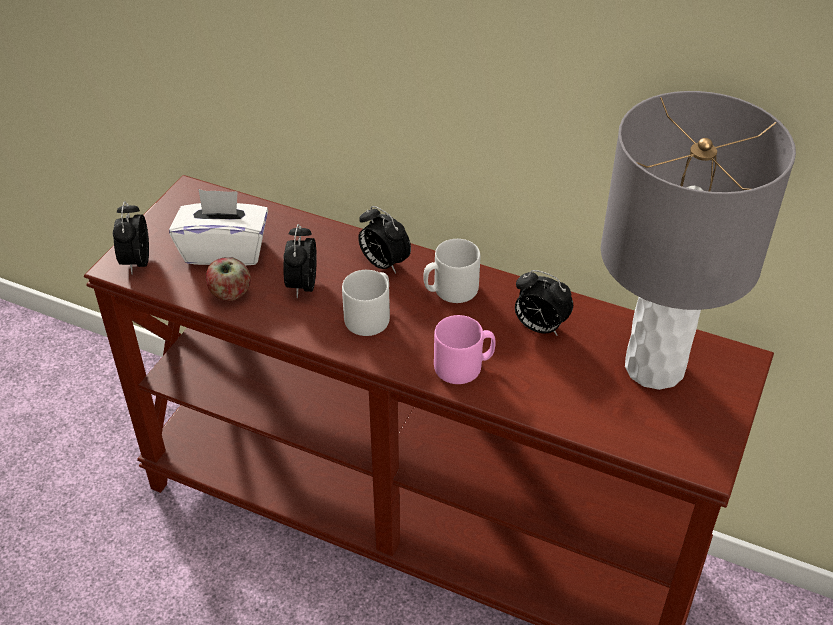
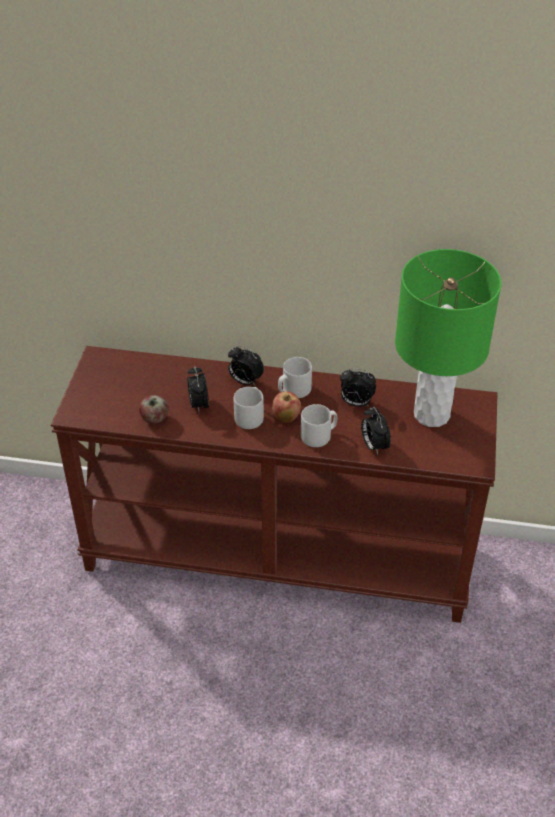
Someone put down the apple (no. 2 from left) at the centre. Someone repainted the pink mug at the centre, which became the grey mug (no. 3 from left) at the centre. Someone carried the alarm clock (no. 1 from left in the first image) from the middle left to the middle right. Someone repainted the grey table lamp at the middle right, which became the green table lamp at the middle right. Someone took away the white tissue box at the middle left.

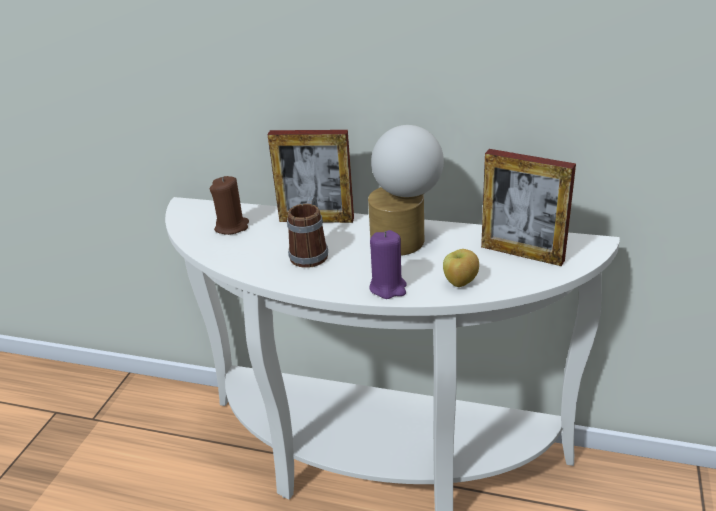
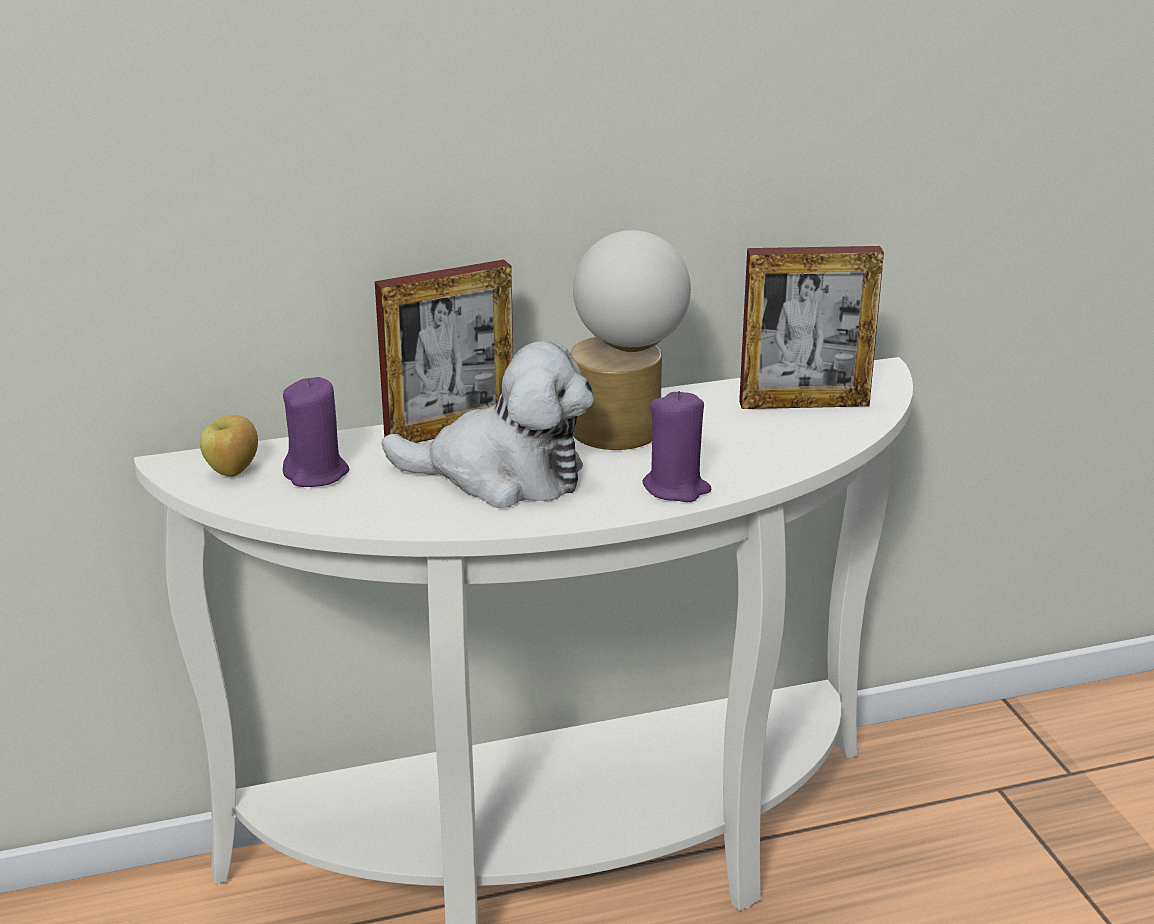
Someone carried the apple from the centre to the middle left. Someone repainted the brown candle at the middle left, which became the purple candle (no. 1 from left) at the middle left. Someone swapped the mug at the centre for the plush toy at the centre.

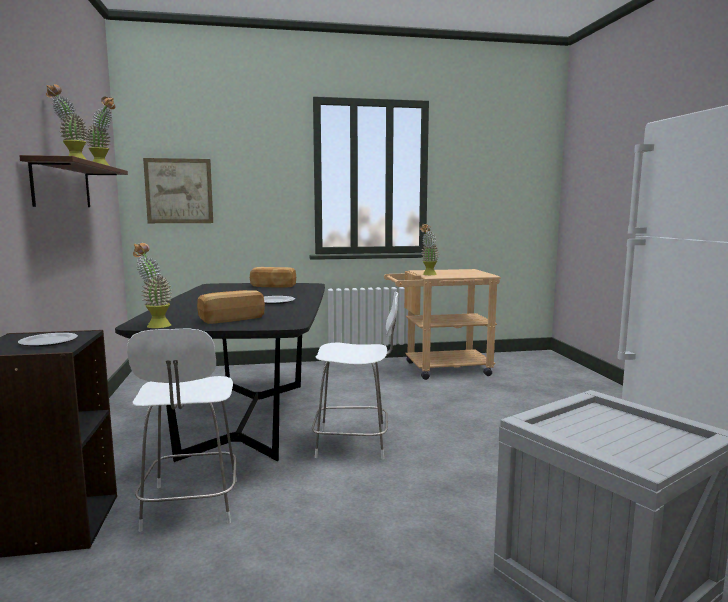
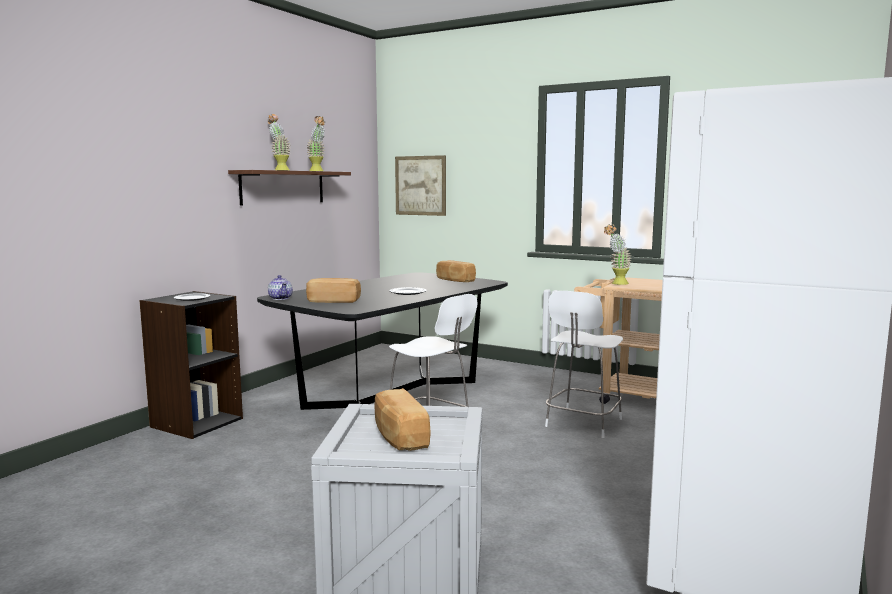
Someone swapped the potted plant (no. 3 from left) at the middle left for the teapot at the middle left. Someone put down the bread (no. 2 from left) at the bottom centre. Someone carried the white chair (no. 1 from left in the first image) from the bottom left to the centre.

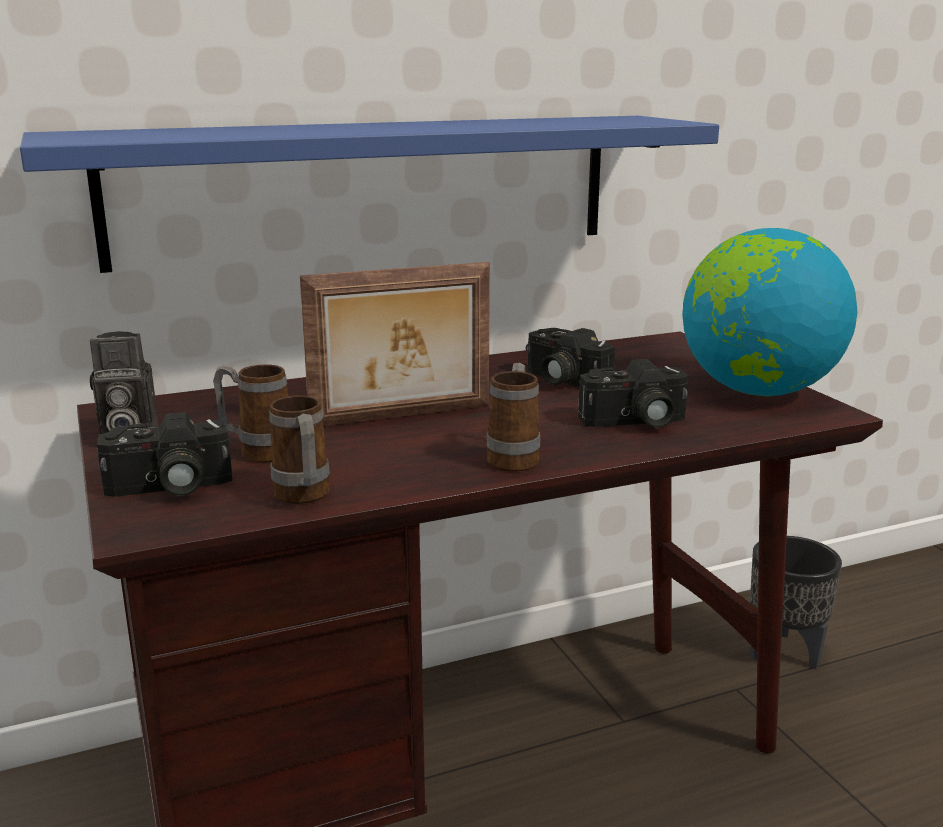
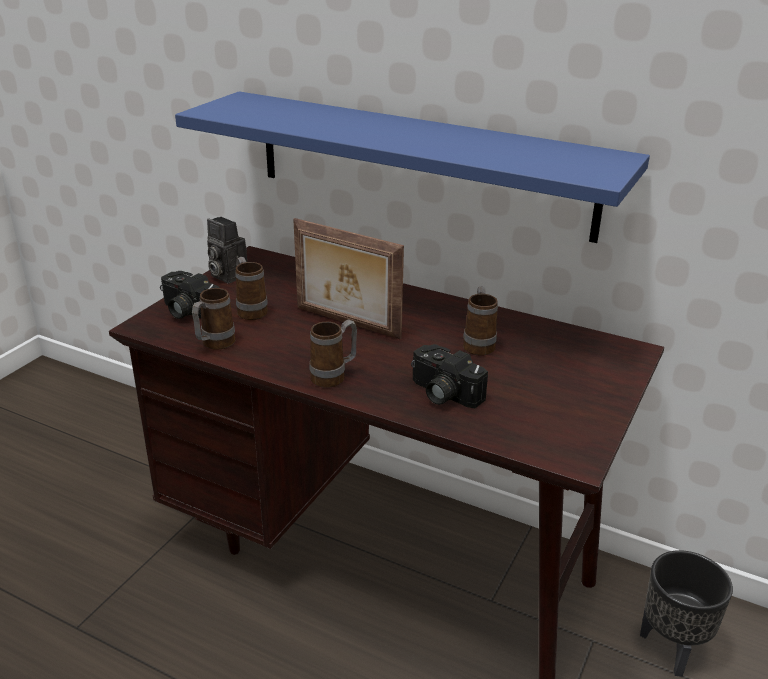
Someone swapped the photo camera (no. 3 from left) at the centre for the mug (no. 4 from left) at the centre. Someone took away the globe at the middle right.

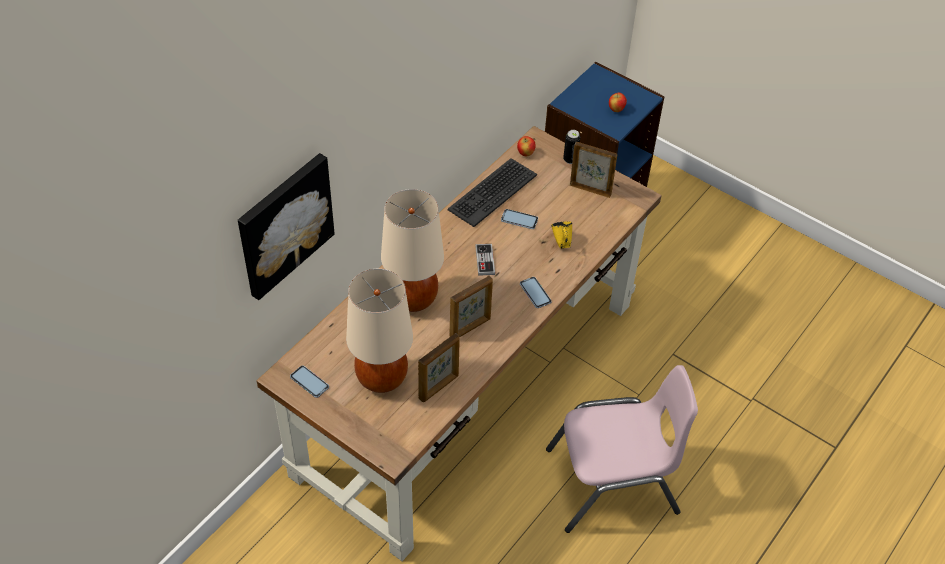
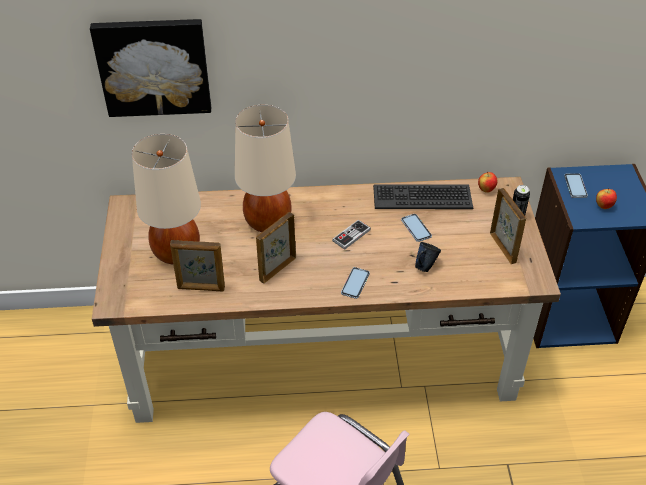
Someone rotated the picture frame (no. 2 from left) at the centre by 120 degrees clockwise. Someone repainted the yellow mug at the centre, which became the blue mug at the centre. Someone carried the phone (no. 1 from left in the first image) from the bottom left to the middle right.

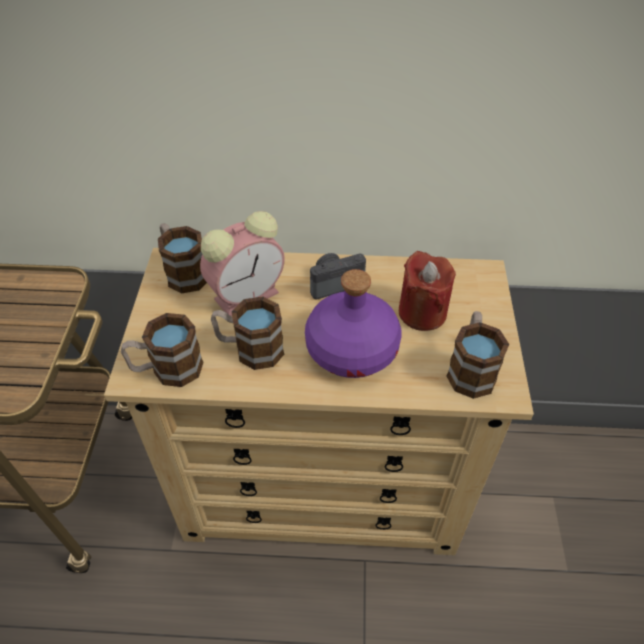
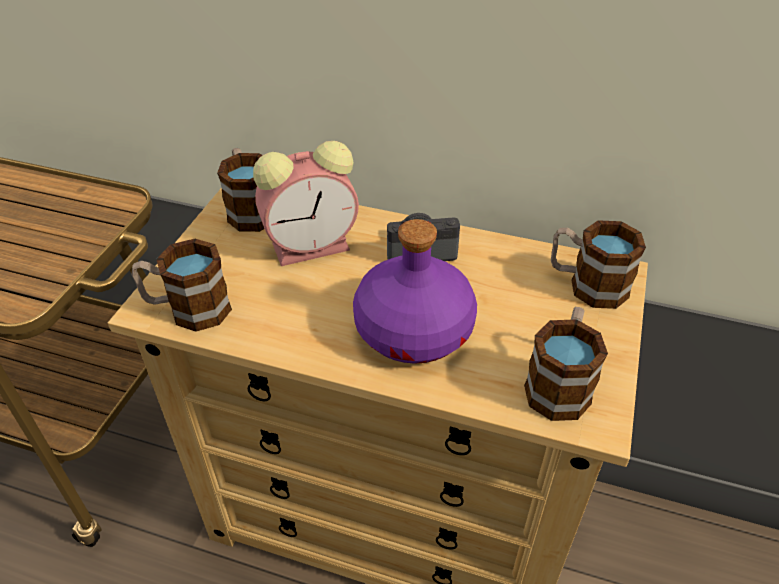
Someone carried the mug (no. 3 from left in the first image) from the centre to the middle right. Someone took away the red candle at the centre.

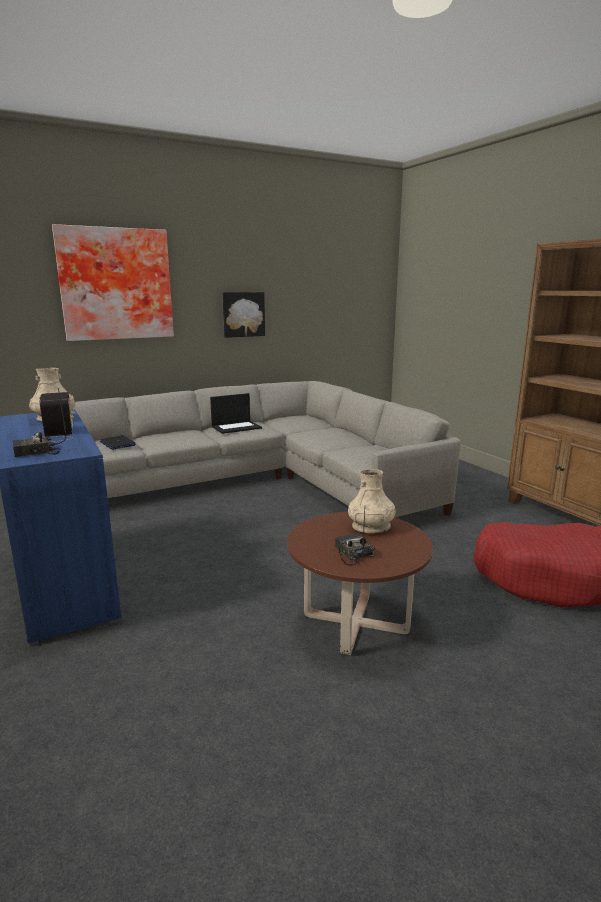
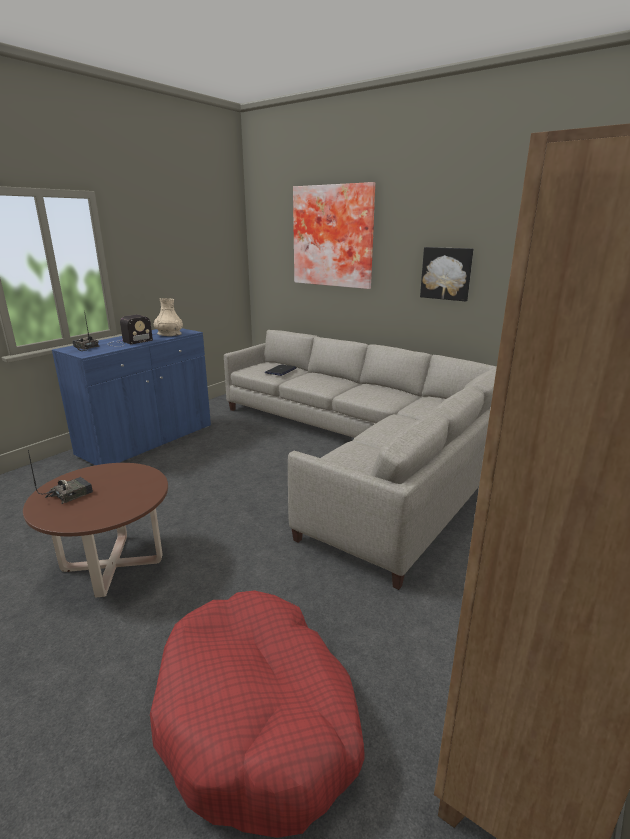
Someone took away the laptop (no. 2 from left) at the centre. Someone took away the beige vase (no. 2 from left) at the centre.

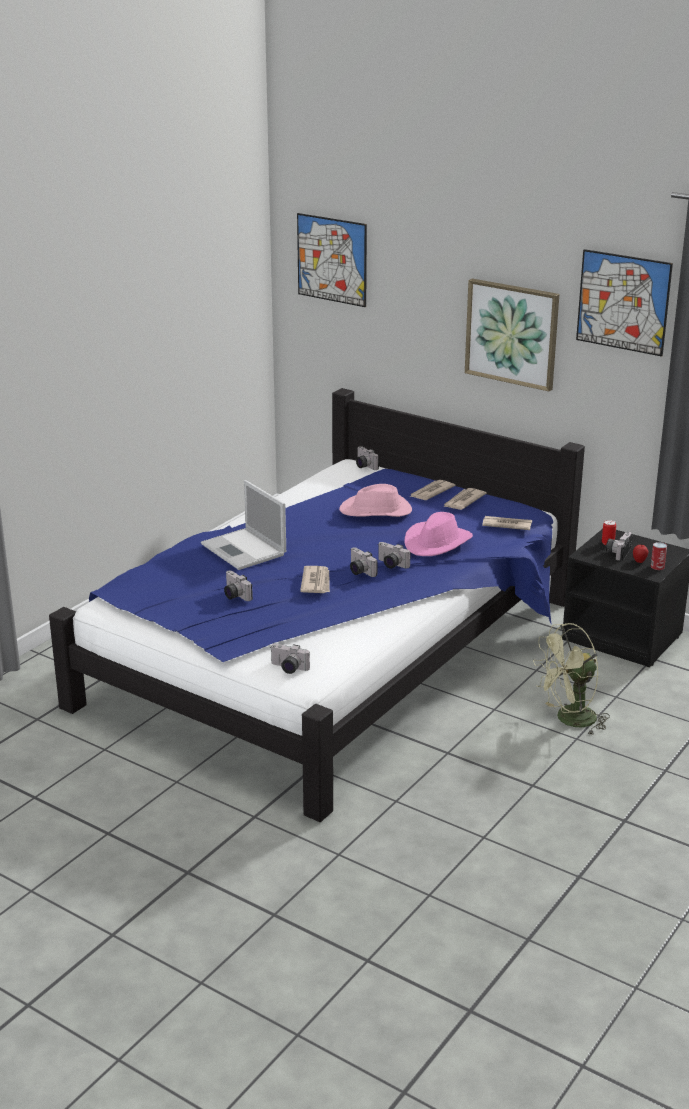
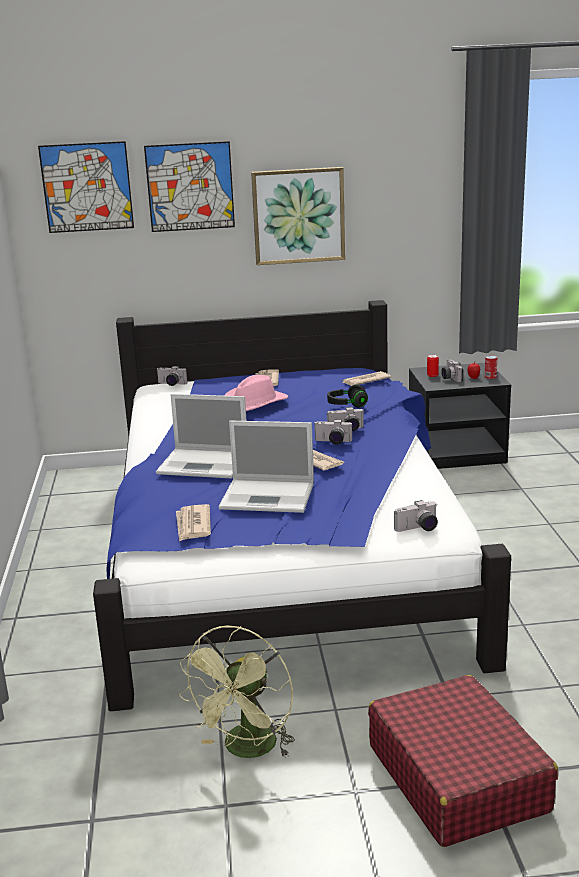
Someone carried the picture (no. 3 from left in the first image) from the top right to the top left. Someone carried the newspaper (no. 3 from left in the first image) from the middle right to the centre. Someone carried the green fan from the middle right to the bottom centre. Someone swapped the photo camera (no. 1 from left) at the centre for the laptop (no. 2 from left) at the centre. Someone swapped the pink hat (no. 2 from left) at the centre for the black headphones at the centre. Someone put down the red suitcase at the bottom right.

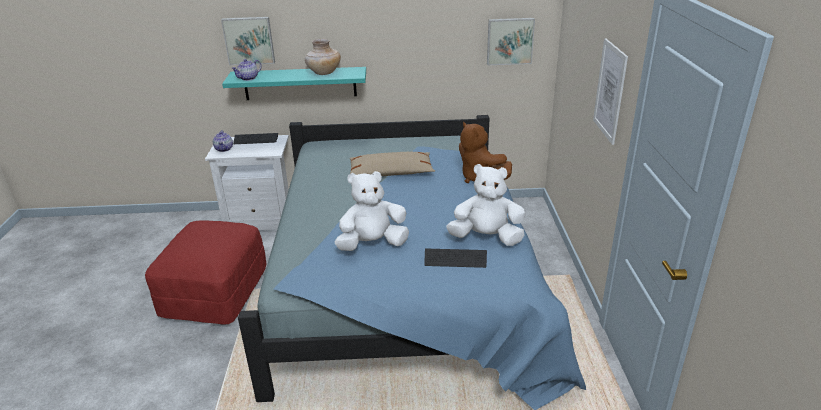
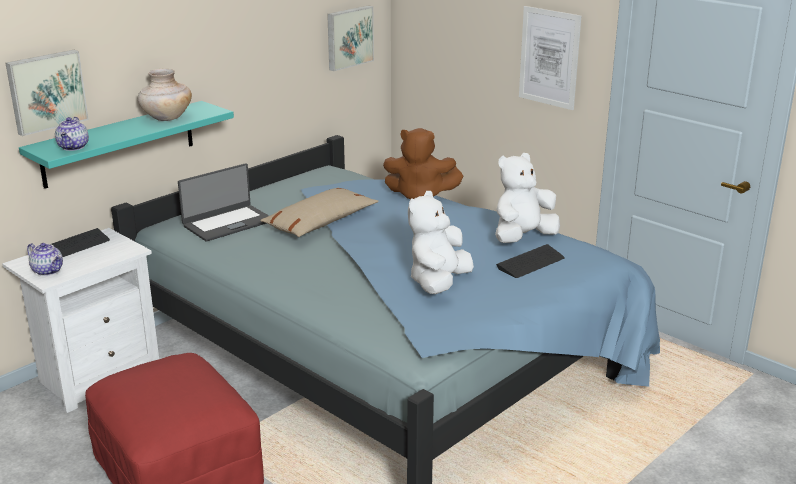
Someone put down the laptop at the middle left.

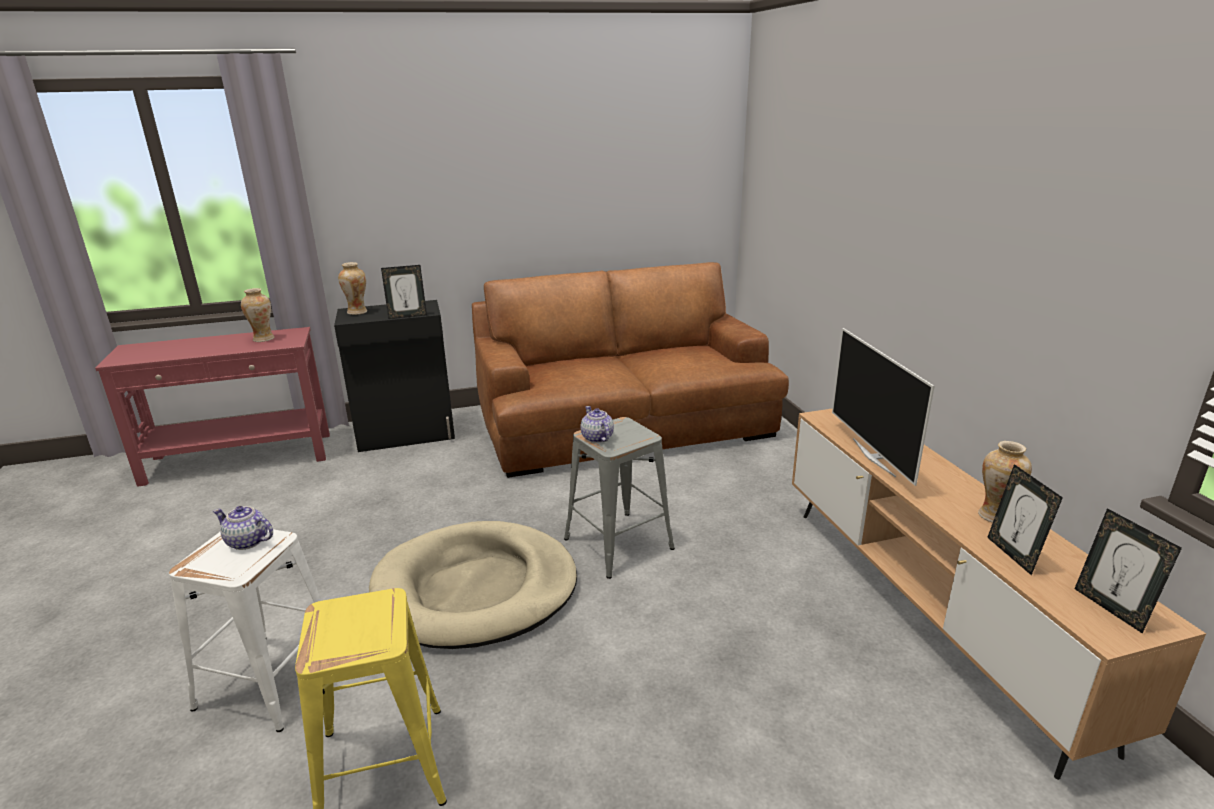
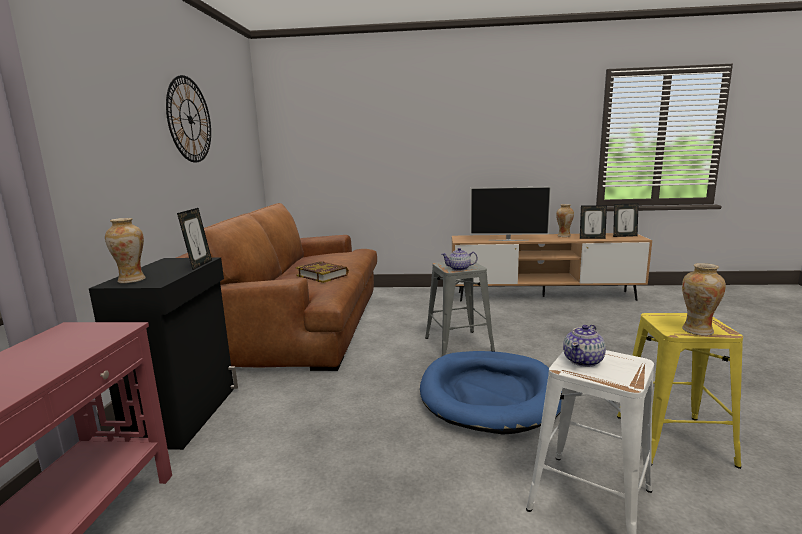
Someone put up the wall clock at the top left. Someone put down the book at the centre. Someone repainted the beige dog bed at the bottom centre, which became the blue dog bed at the bottom centre. Someone carried the vase (no. 1 from left in the first image) from the middle left to the middle right.

